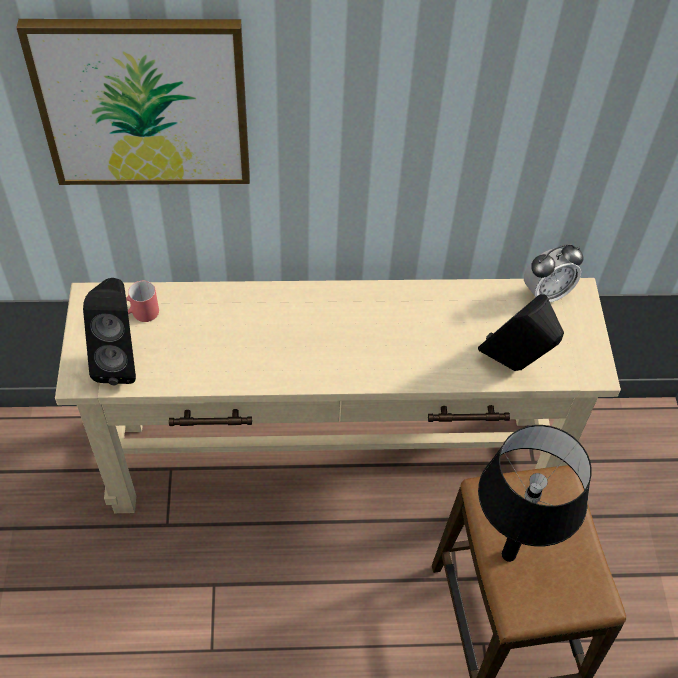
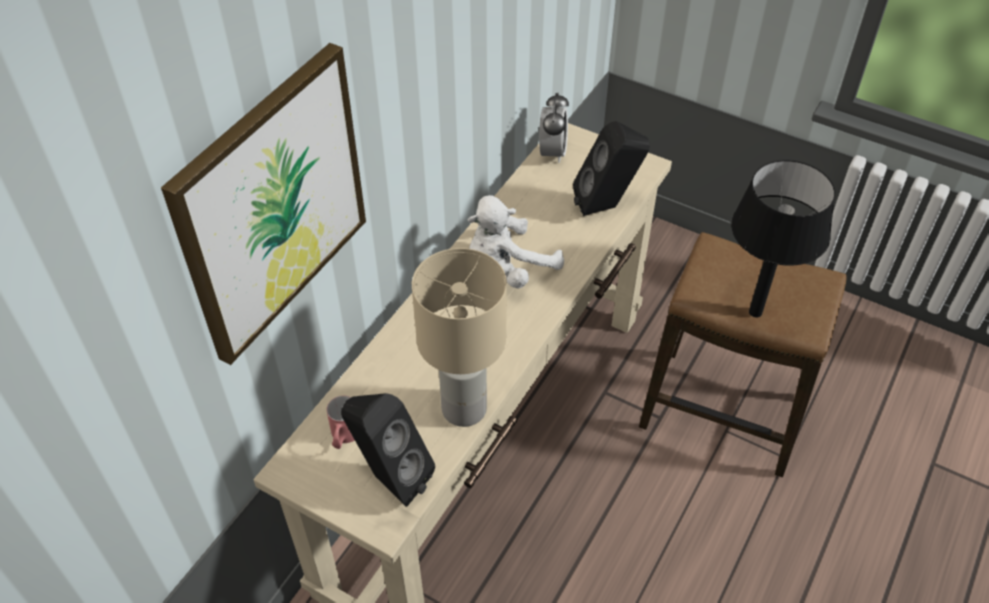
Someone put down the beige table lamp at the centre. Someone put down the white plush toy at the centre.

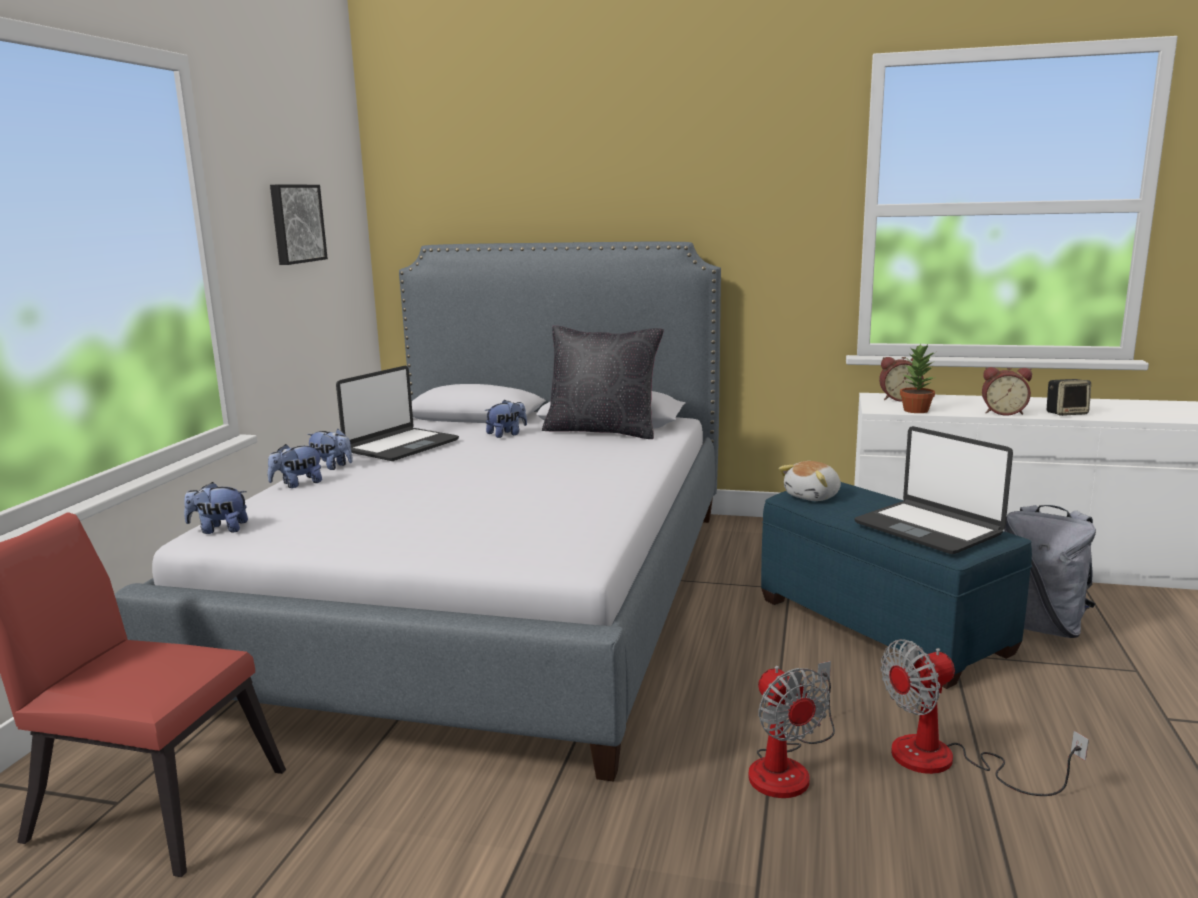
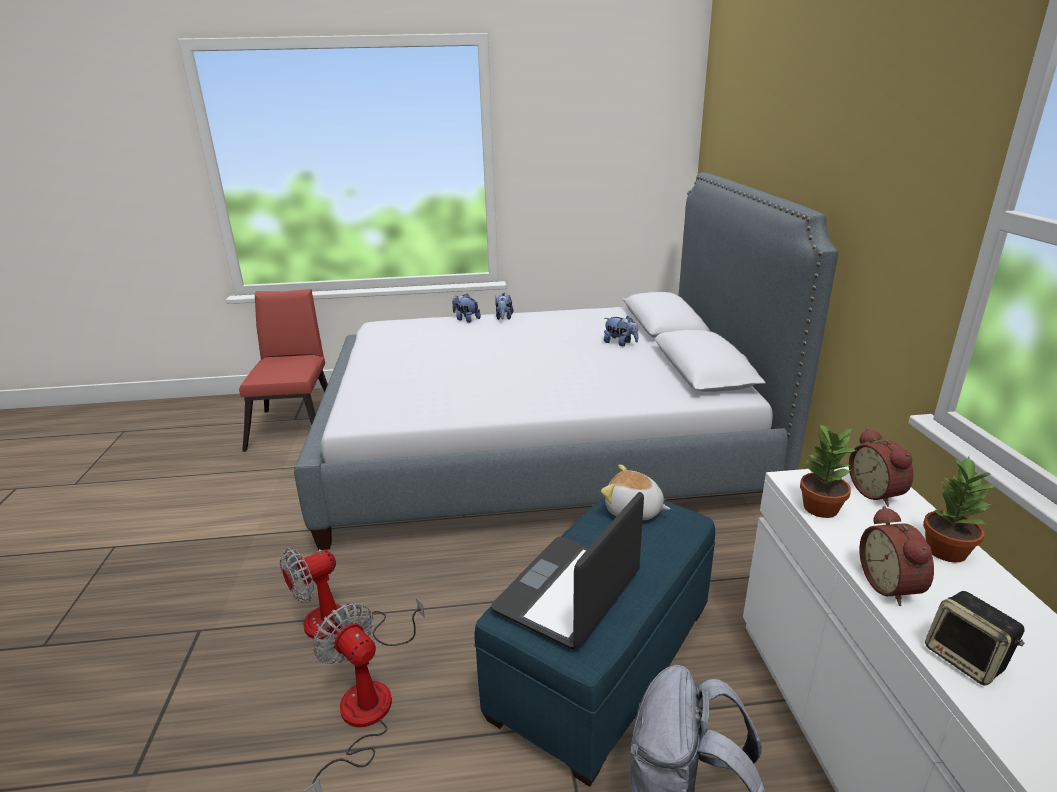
Someone put down the potted plant (no. 2 from left) at the middle right. Someone took away the plush toy (no. 1 from left) at the middle left. Someone took away the picture at the top left. Someone took away the laptop (no. 1 from left) at the middle left. Someone took away the black pillow at the centre.

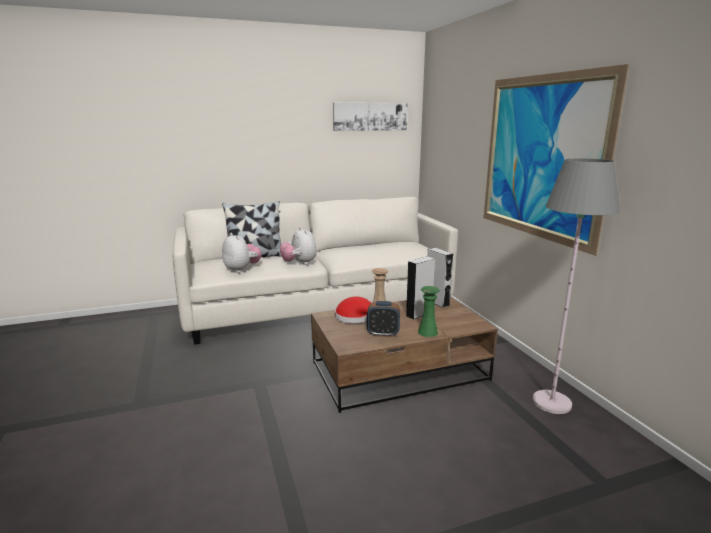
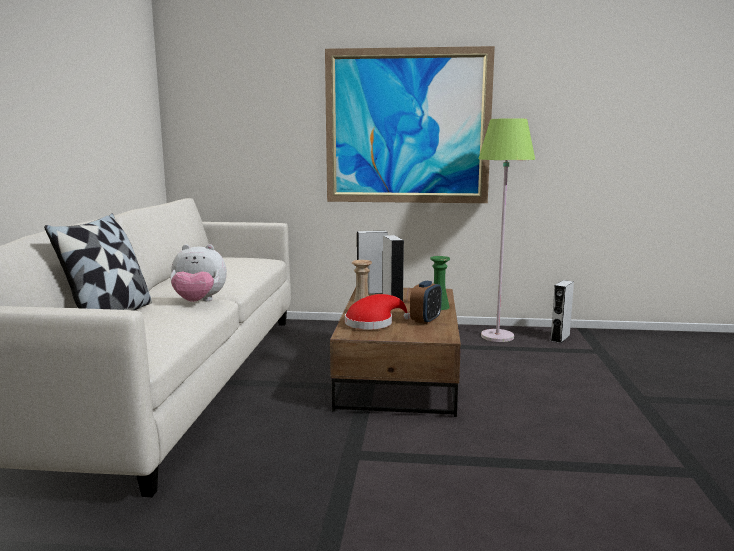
Someone repainted the grey floor lamp at the middle right, which became the green floor lamp at the middle right. Someone put down the grey speaker (no. 3 from left) at the middle right. Someone took away the plush toy (no. 1 from left) at the centre. Someone took away the picture (no. 1 from left) at the top centre.

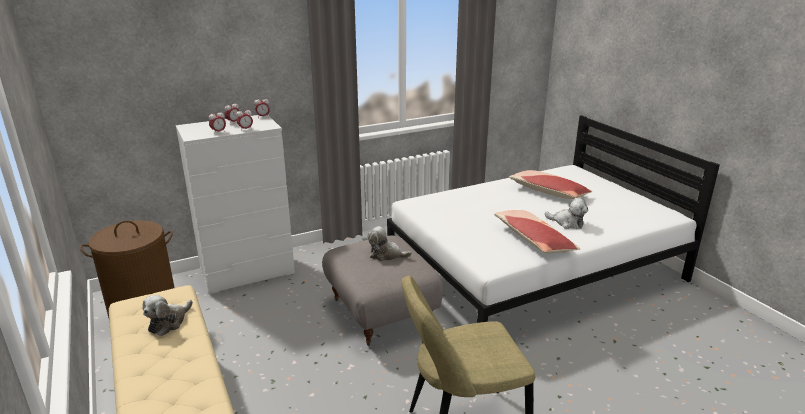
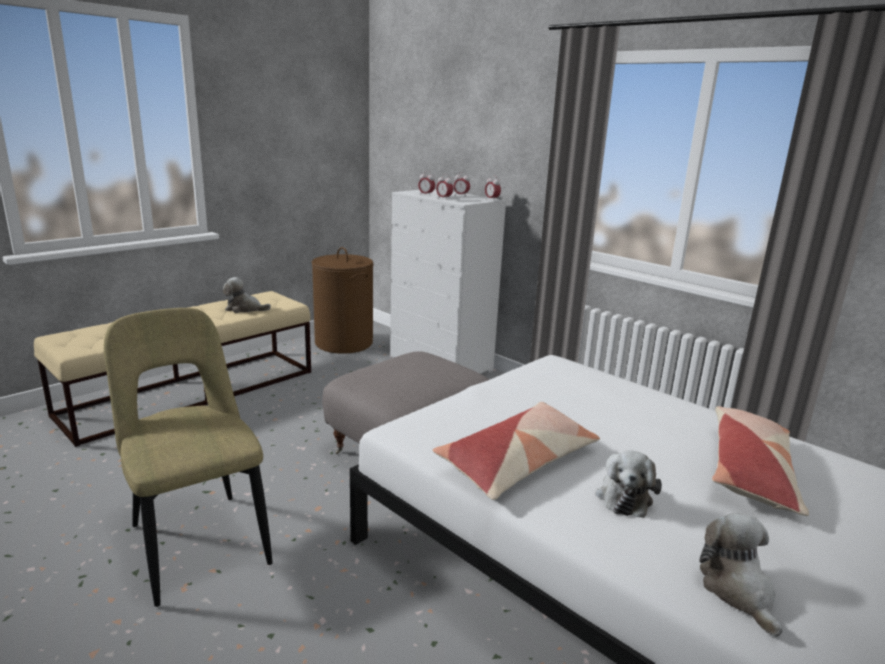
Someone carried the plush toy (no. 2 from left in the first image) from the centre to the bottom right.

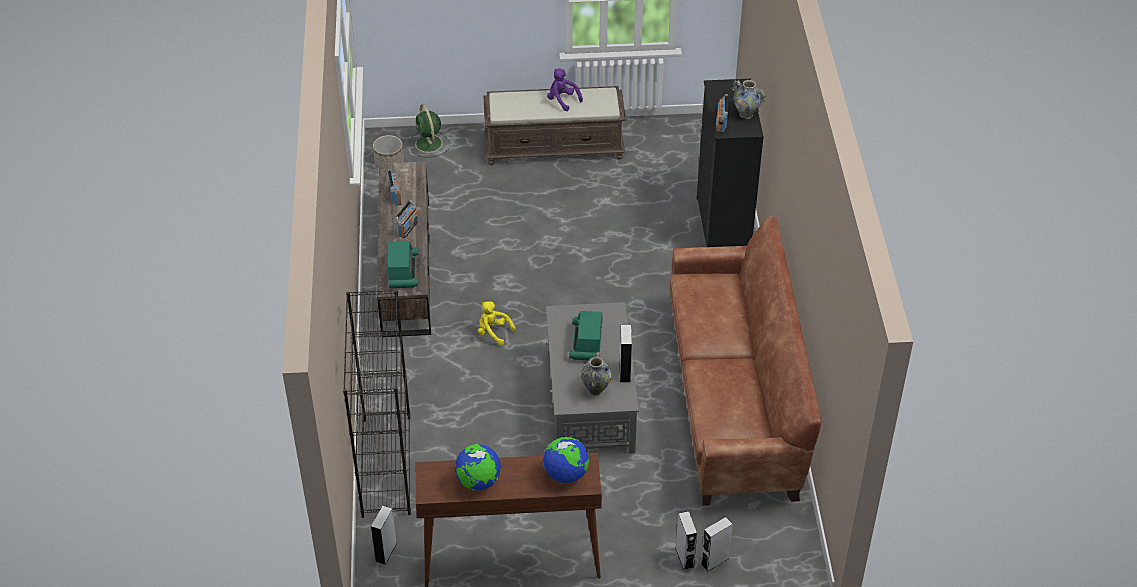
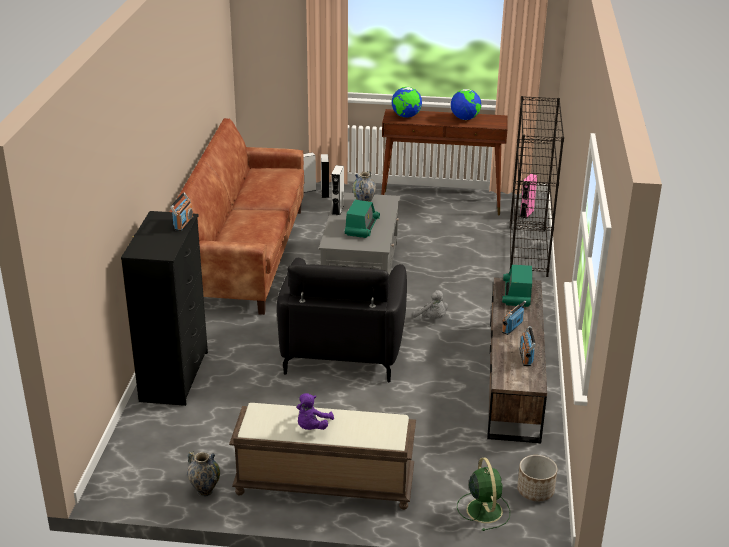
Someone carried the vase (no. 2 from left in the first image) from the top centre to the bottom left. Someone put down the black armchair at the centre. Someone rotated the purple plush toy at the top centre by 60 degrees clockwise. Someone repainted the yellow plush toy at the centre, which became the grey plush toy at the centre. Someone repainted the grey speaker (no. 1 from left) at the bottom centre, which became the pink speaker at the middle right.

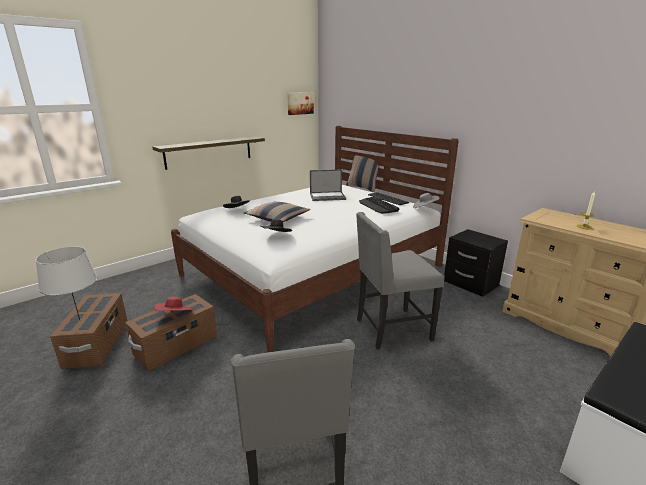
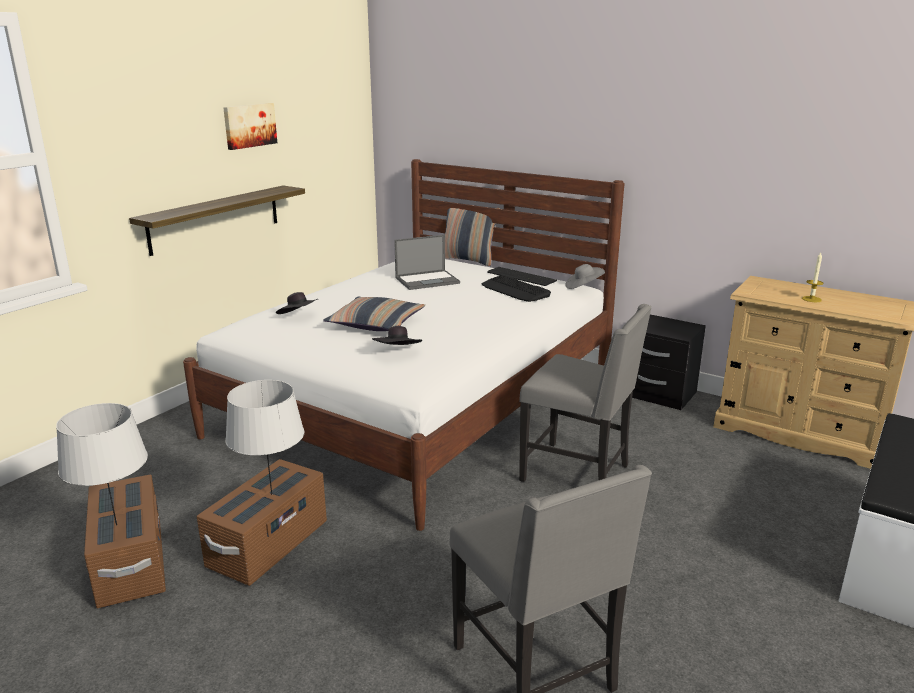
Someone carried the picture from the top centre to the top left. Someone swapped the red hat at the middle left for the grey table lamp (no. 2 from left) at the middle left. Someone rotated the grey chair (no. 2 from left) at the centre by 120 degrees counterclockwise.

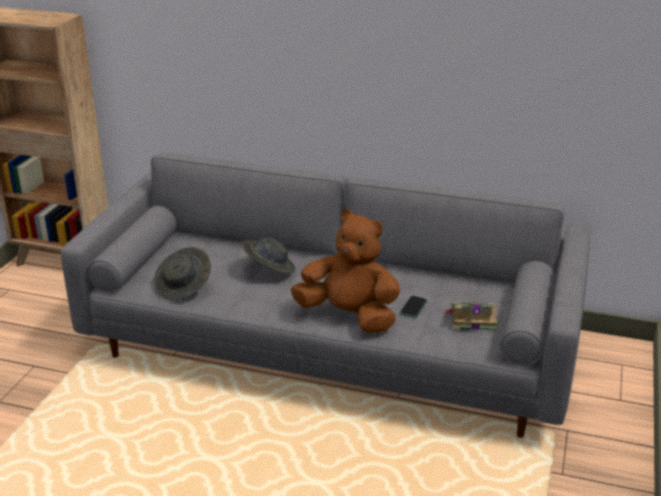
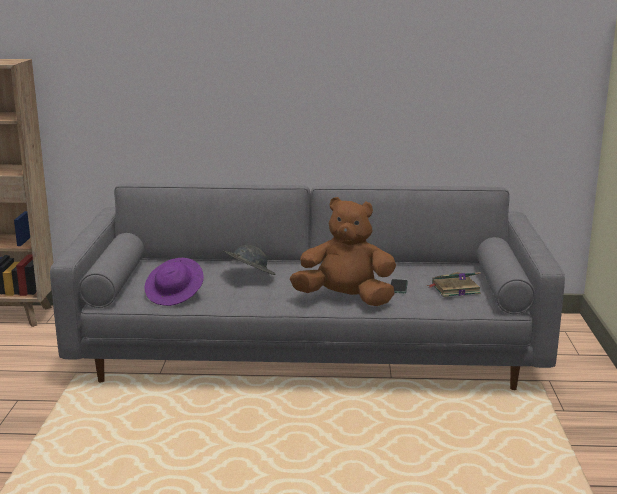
Someone repainted the grey hat (no. 1 from left) at the middle left, which became the purple hat at the middle left.

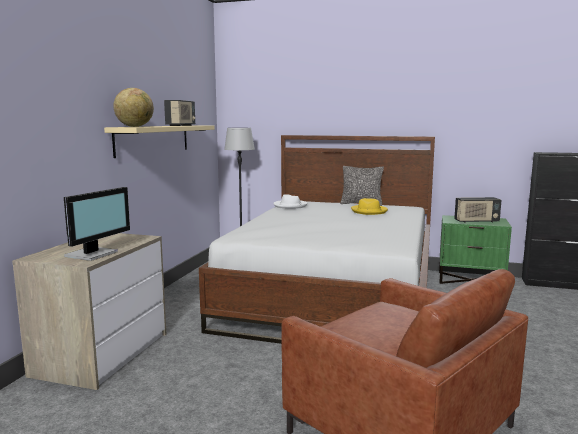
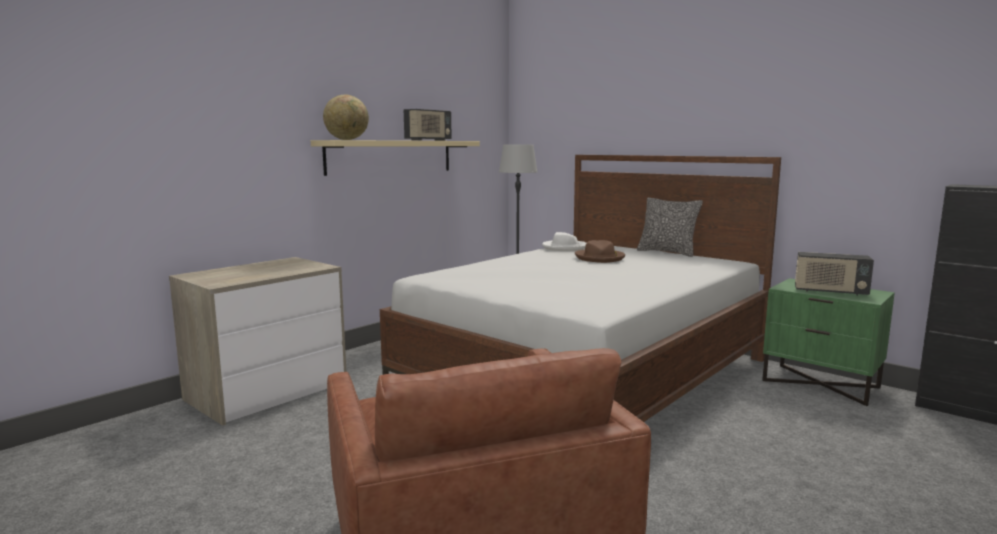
Someone put down the brown hat at the centre. Someone took away the monitor at the middle left. Someone took away the yellow hat at the centre.

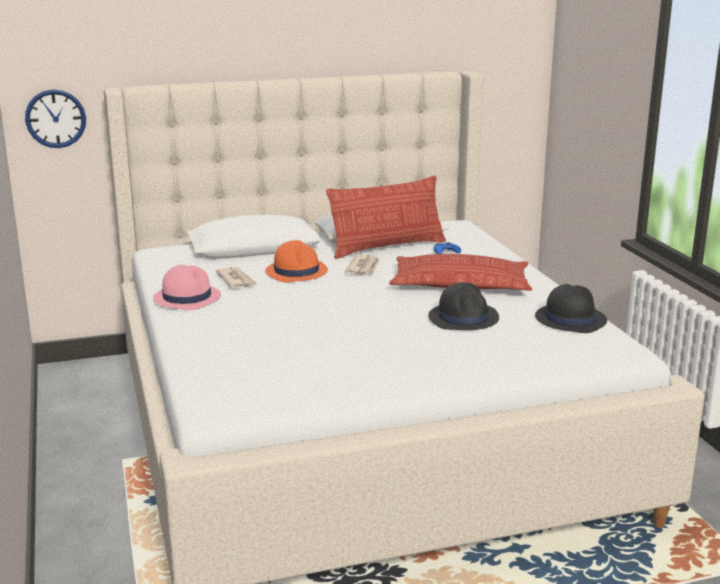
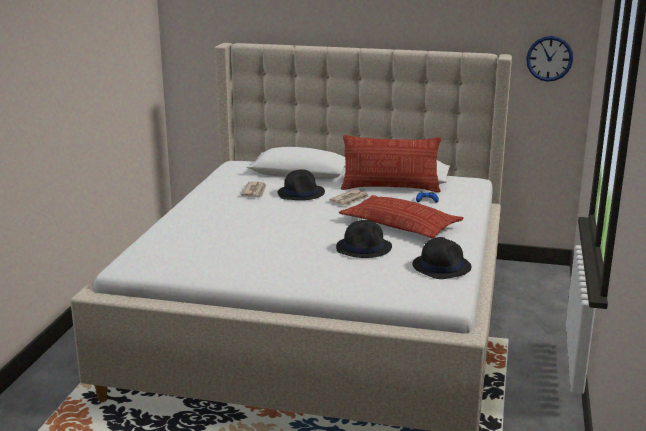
Someone repainted the orange hat at the centre, which became the black hat (no. 1 from left) at the centre. Someone carried the wall clock from the top left to the top right. Someone took away the pink hat at the middle left.

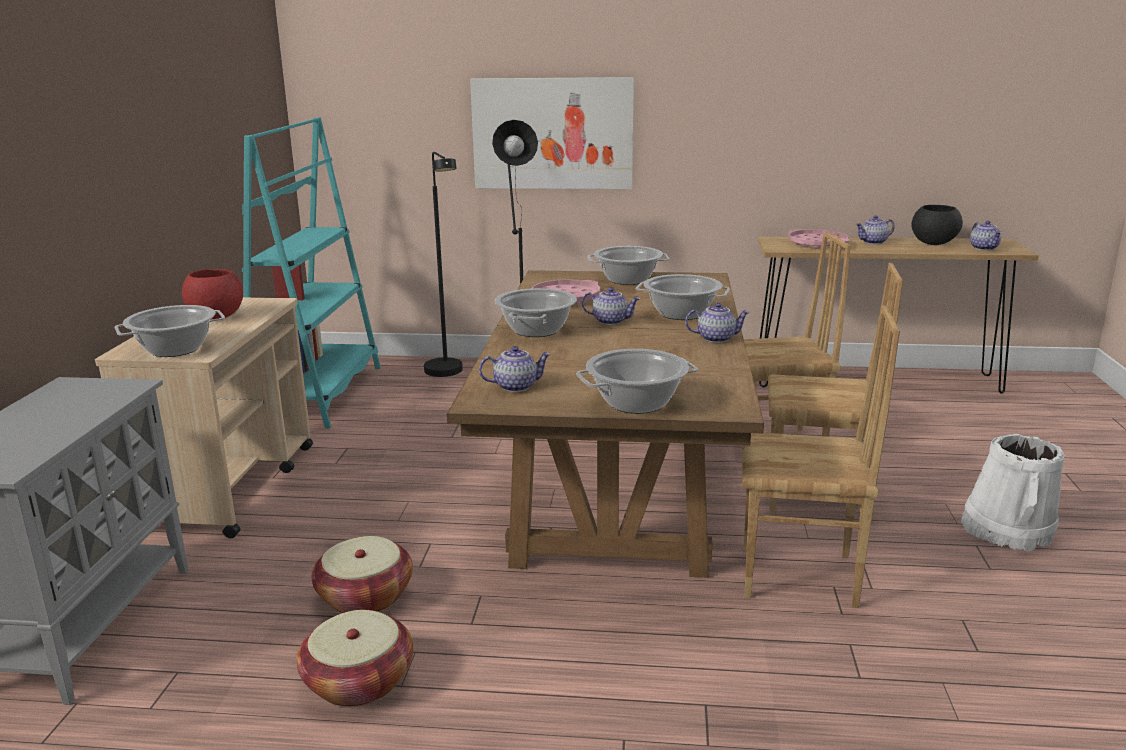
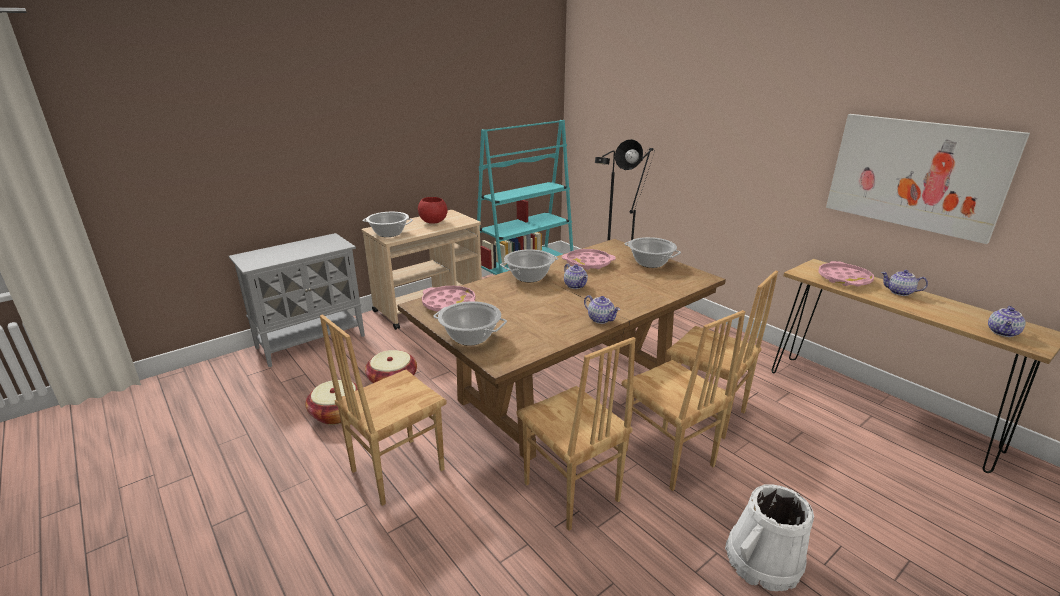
Someone put down the brown chair (no. 1 from left) at the bottom centre. Someone swapped the teapot (no. 1 from left) at the centre for the pink tray (no. 1 from left) at the centre. Someone carried the picture from the top centre to the top right. Someone took away the cooking pot (no. 5 from left) at the centre. Someone took away the black bowl at the top right.

